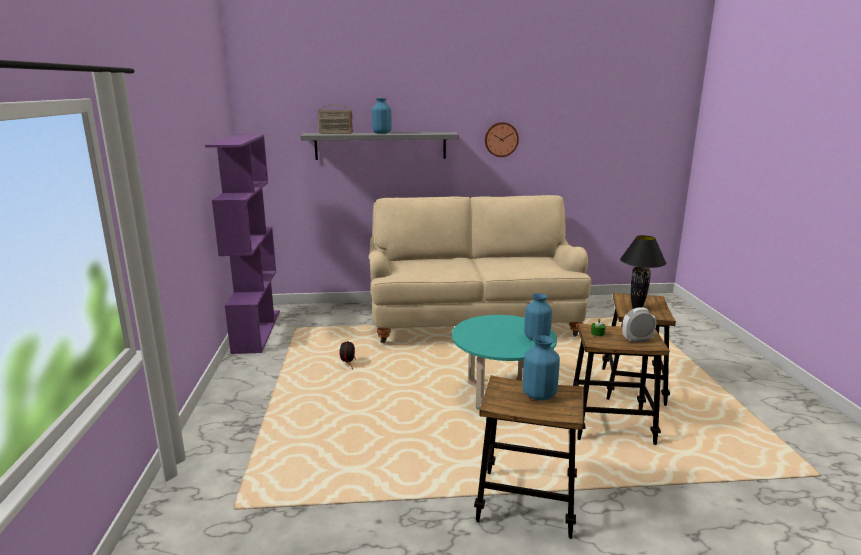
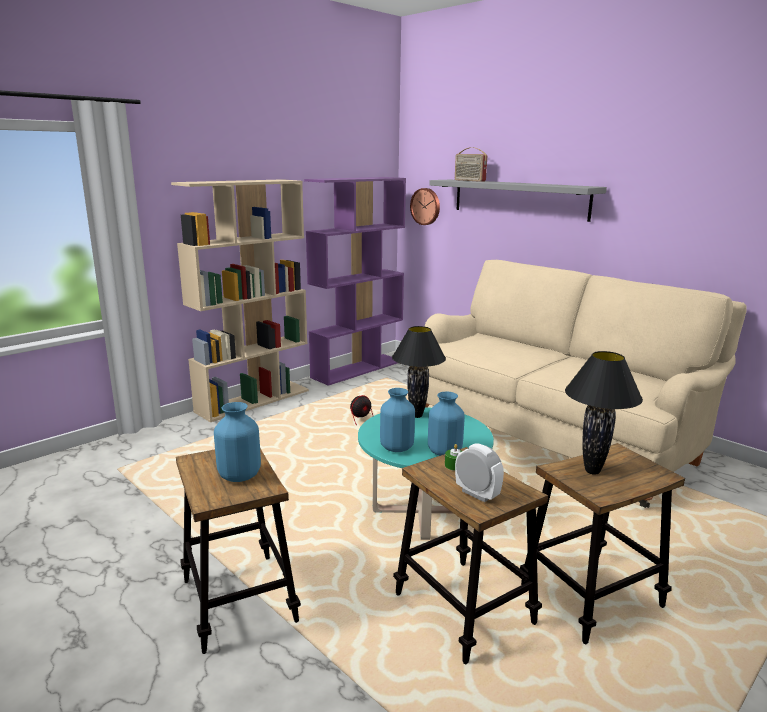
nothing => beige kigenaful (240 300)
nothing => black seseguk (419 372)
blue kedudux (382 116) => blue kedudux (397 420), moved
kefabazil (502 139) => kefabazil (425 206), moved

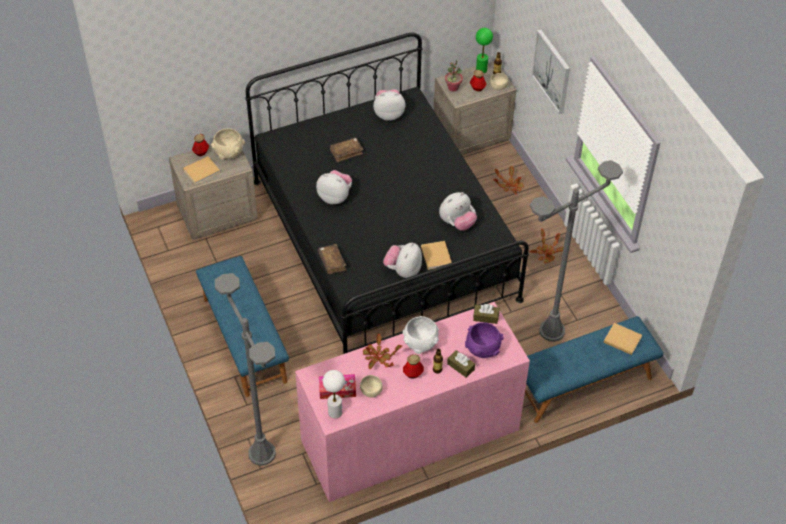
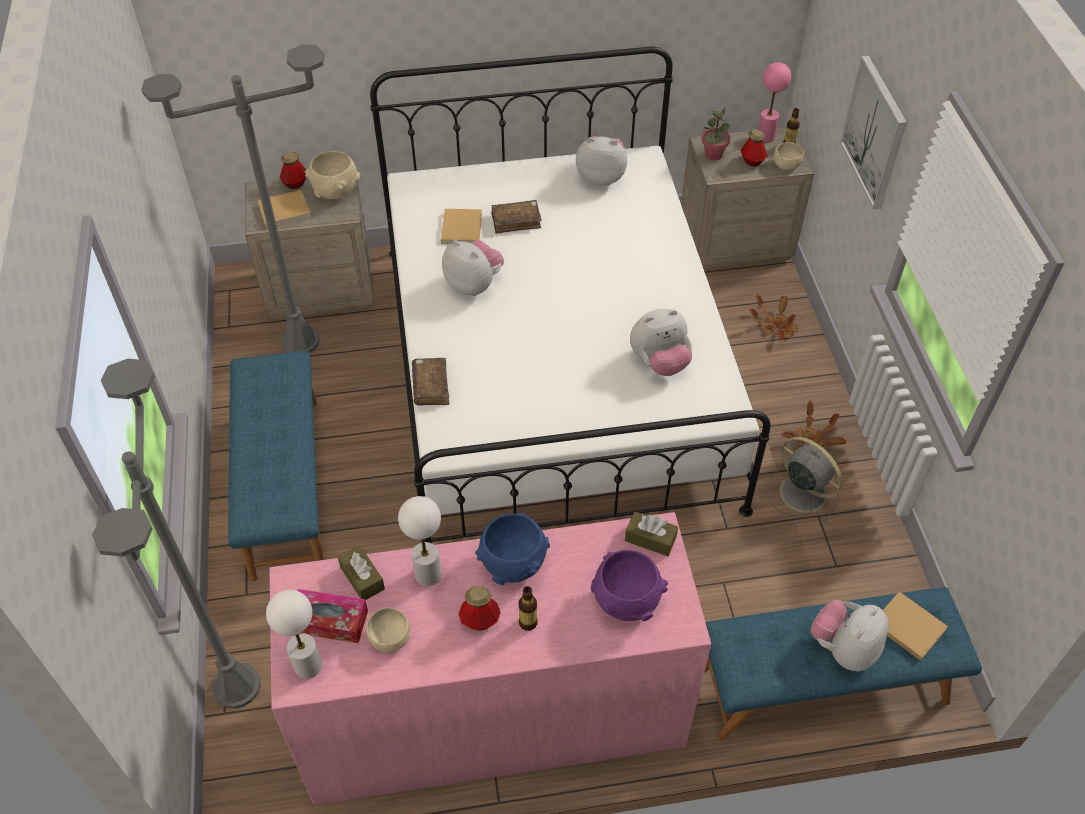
nothing => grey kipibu (804 479)
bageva (402 260) => bageva (849 635), moved
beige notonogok (436 255) => beige notonogok (461 226), moved
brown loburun (461 364) => brown loburun (361 572), moved
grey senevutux (576 251) => grey senevutux (232 199), moved
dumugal (382 351) => white seseguk (419 541)
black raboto (387 193) => white raboto (570 295)
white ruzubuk (421 335) => blue ruzubuk (512 549)
green seseguk (484 50) => pink seseguk (774 102)

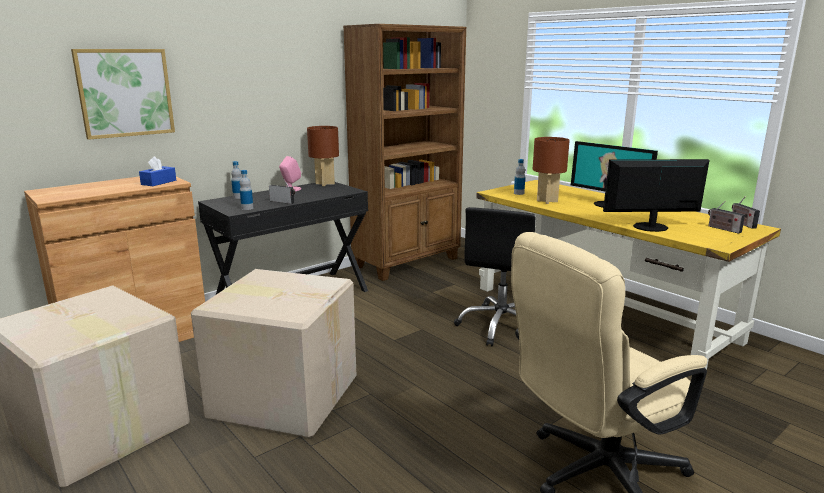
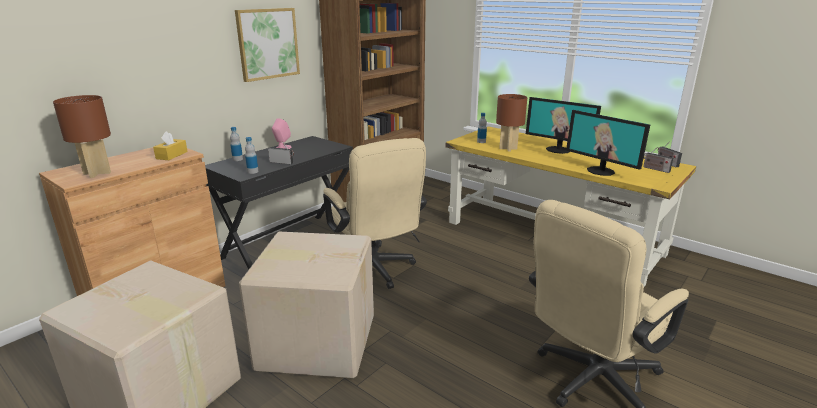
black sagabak (494 276) => nothing
nothing => beige sagabak (375 213)
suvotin (123 94) => suvotin (267 45), moved
brown seseguk (323 156) => brown seseguk (82 136), moved
blue loburun (157 171) => yellow loburun (170 145)
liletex (656 195) => liletex (608 143), 120 degrees counterclockwise

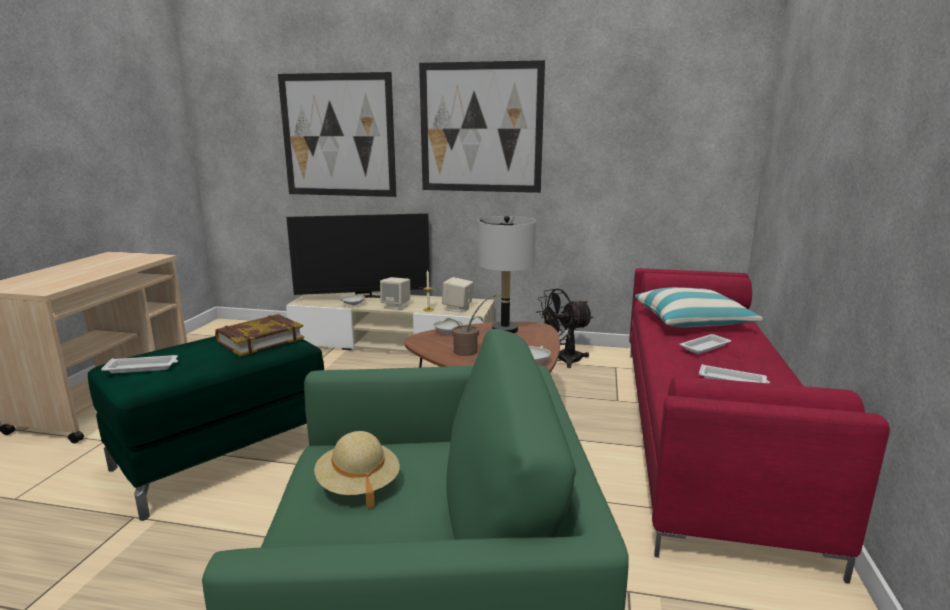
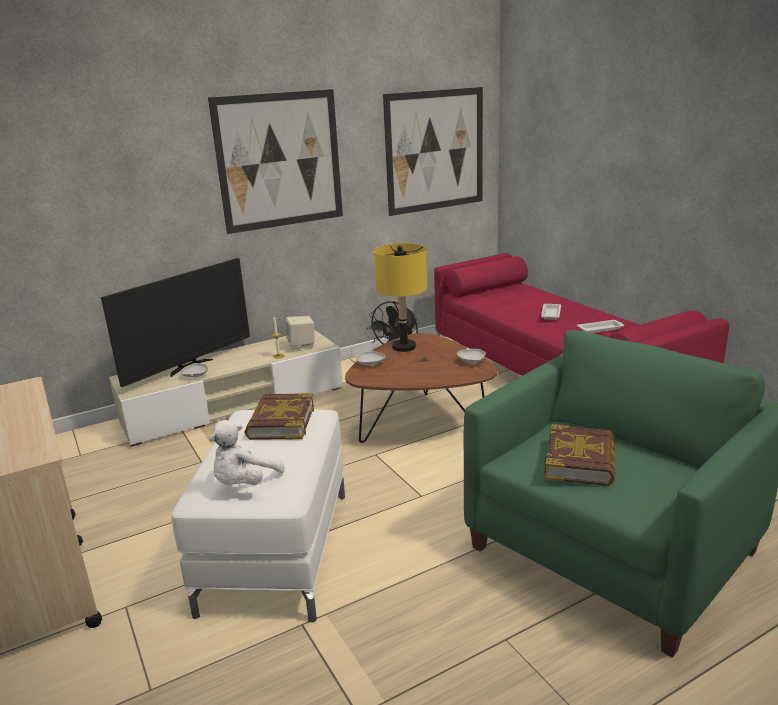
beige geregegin (395 293) => nothing
dumugal (474 325) => nothing
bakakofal (699 307) => nothing
suvotin (337 134) => suvotin (433 151), moved
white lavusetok (139 364) => white bageva (247 452)
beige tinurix (357 470) => notonogok (580 455)
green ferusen (206 428) => white ferusen (258 516)
grey seseguk (507 274) => yellow seseguk (400 297)

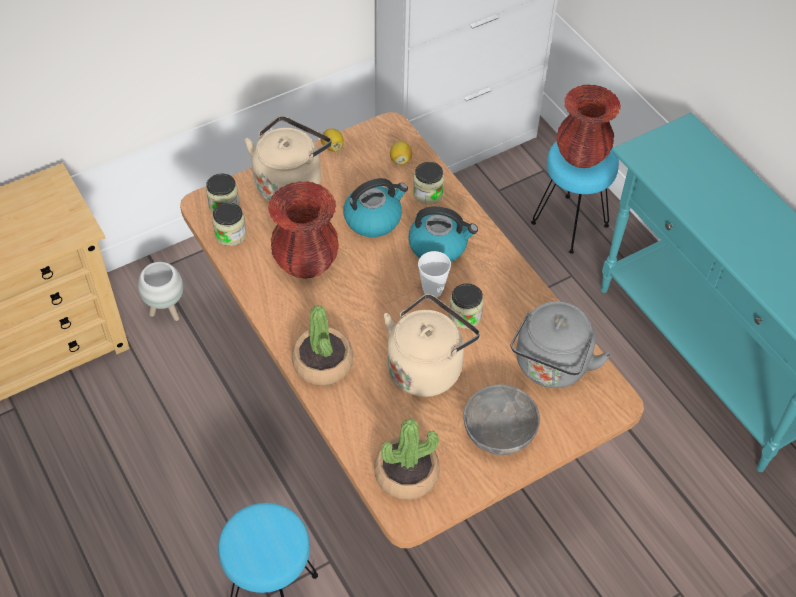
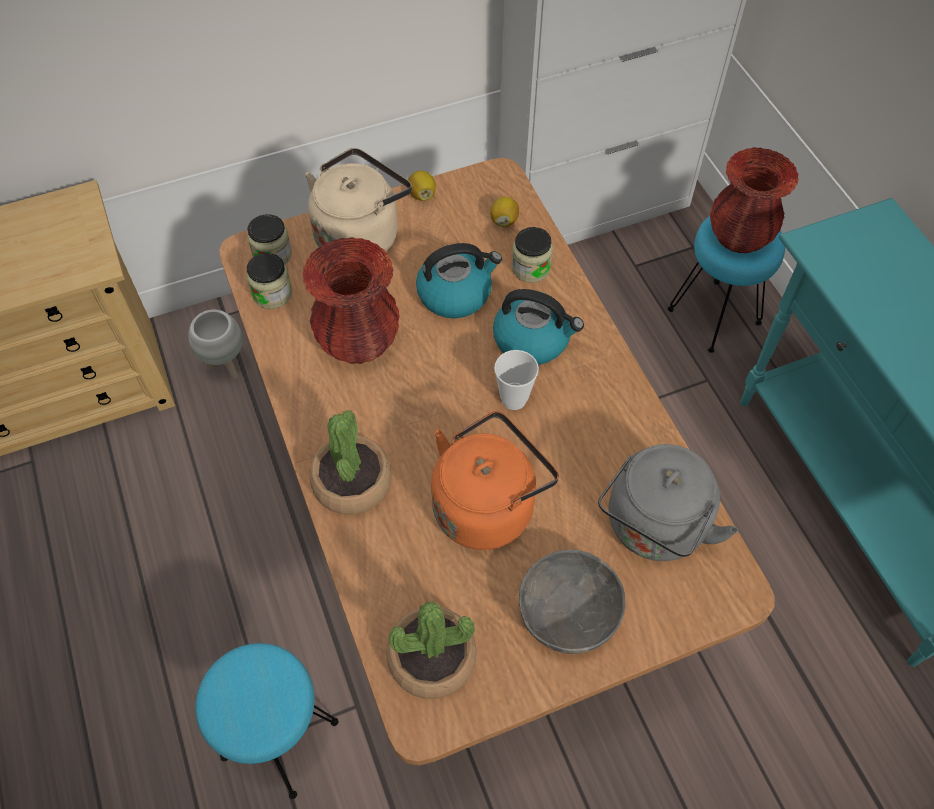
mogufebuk (466 306) => nothing
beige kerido (432 345) => orange kerido (495 480)

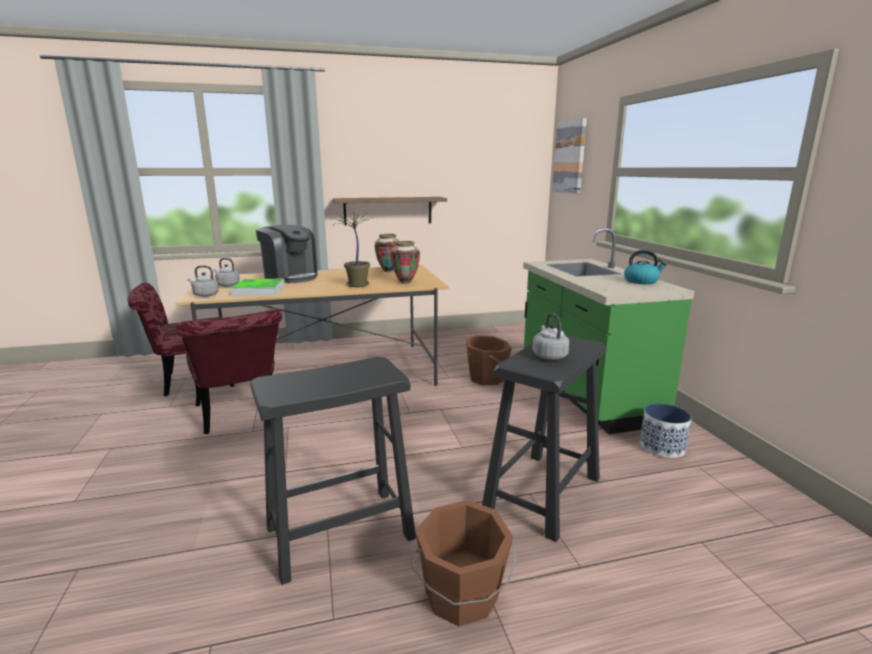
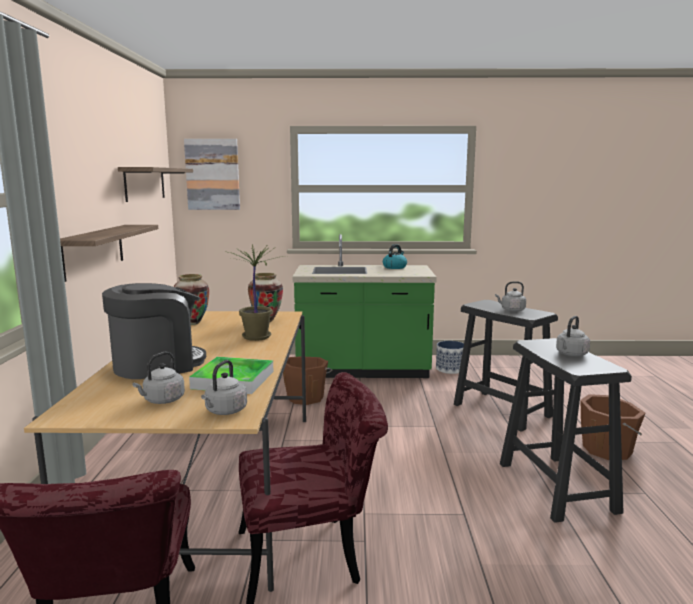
nothing => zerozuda (155 184)
nothing => grey kerido (573 336)

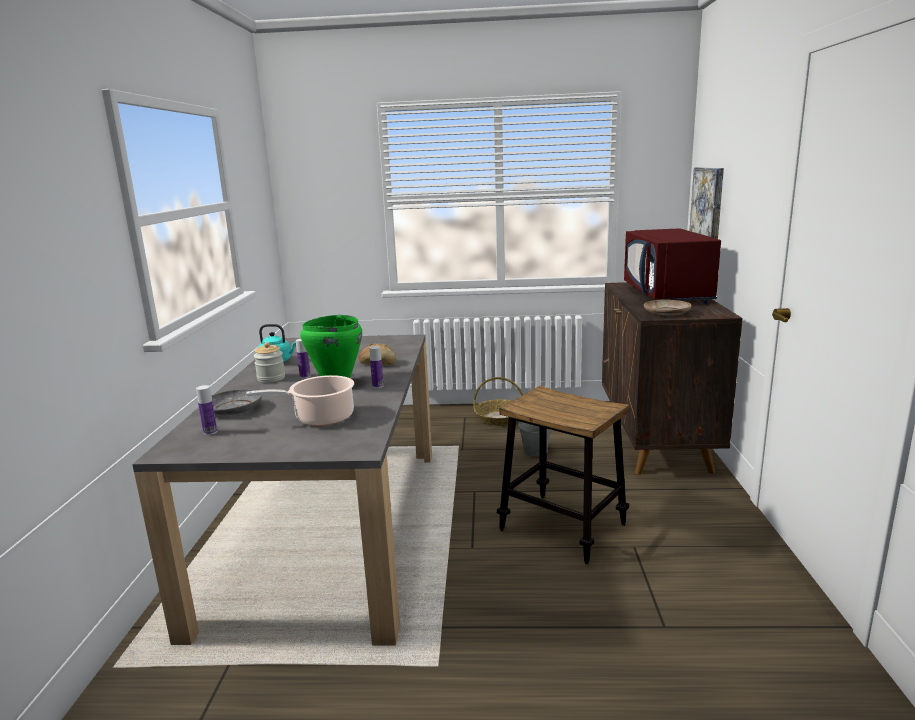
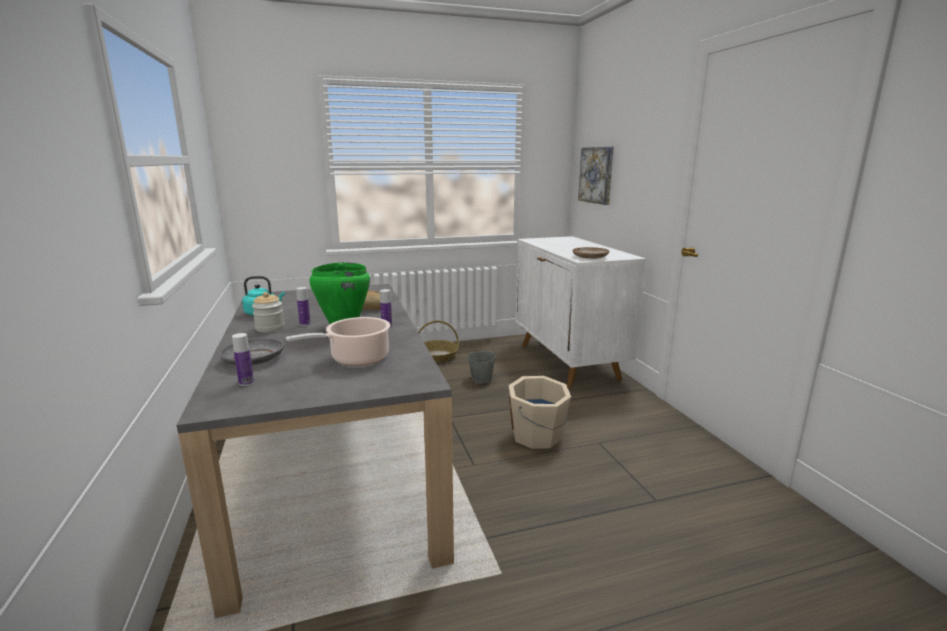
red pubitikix (672 266) => nothing
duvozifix (563 475) => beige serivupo (540 412)
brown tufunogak (672 378) => white tufunogak (580 312)

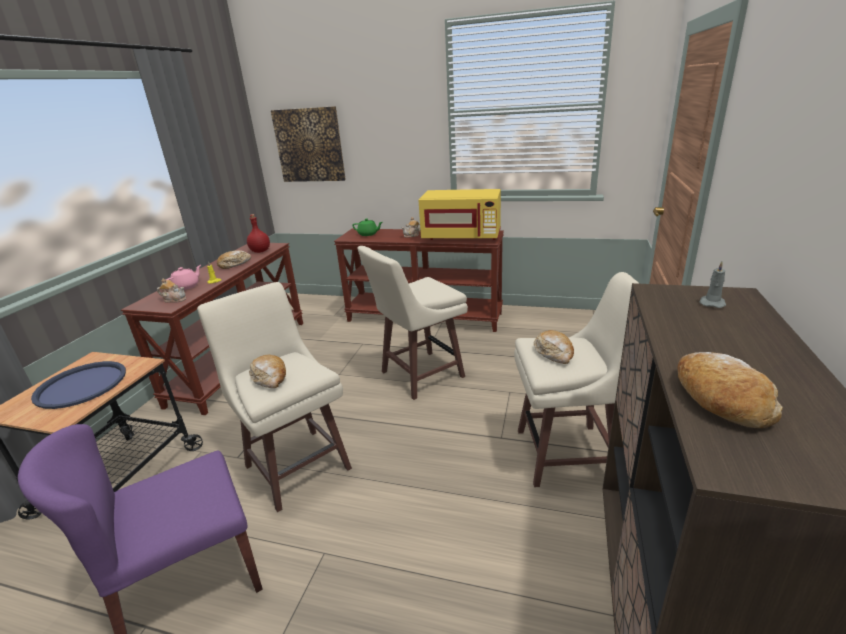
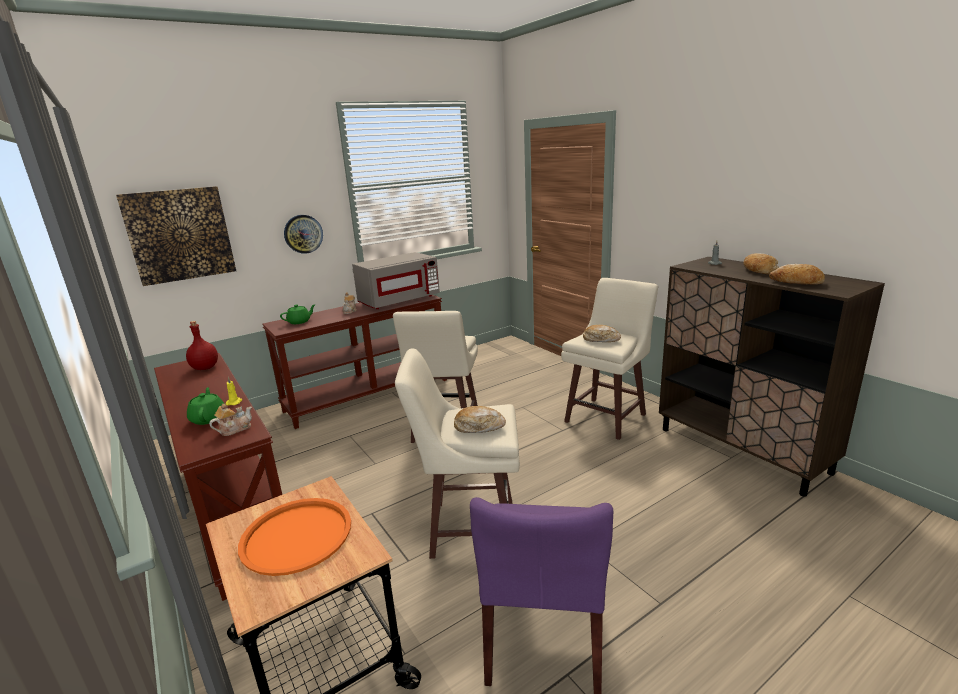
nothing => kefabazil (303 234)
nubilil (234 259) => nubilil (761 264), moved
blue lavusetok (78 385) => orange lavusetok (294 537)
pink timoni (183 277) => green timoni (205 406)
yellow pubitikix (459 214) => grey pubitikix (396 280)

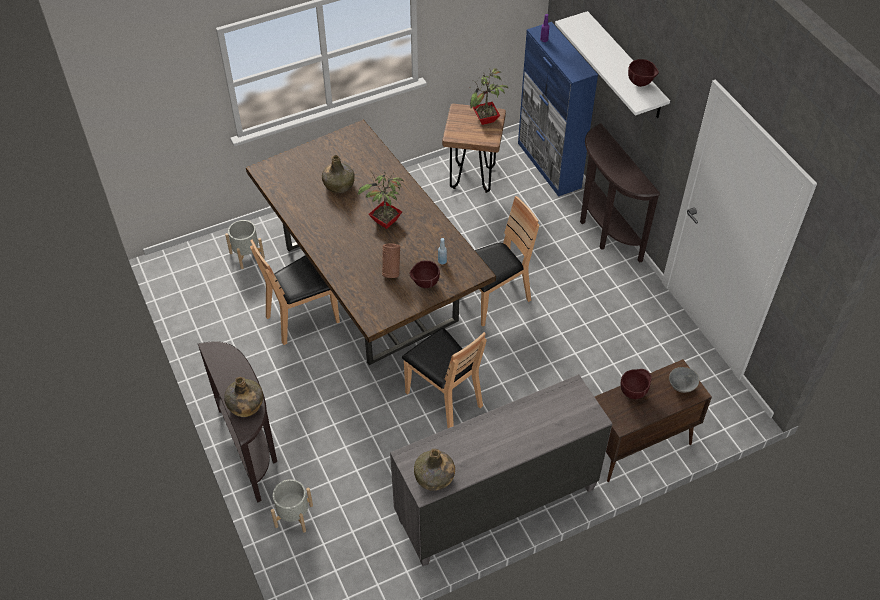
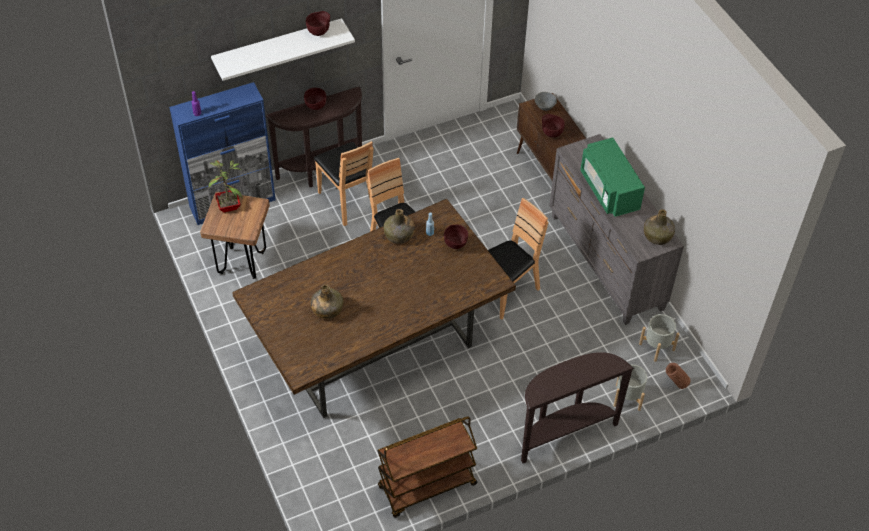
dumugal (380 200) => nothing
nothing => brown ruzubuk (315 99)
nothing => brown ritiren (427 466)
nothing => green pubitikix (612 177)
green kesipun (243 397) => green kesipun (399 226), moved
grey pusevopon (245 244) => grey pusevopon (659 338), moved
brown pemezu (295 292) => brown pemezu (344 183), moved
brown kedudux (391 260) => brown kedudux (678 376), moved

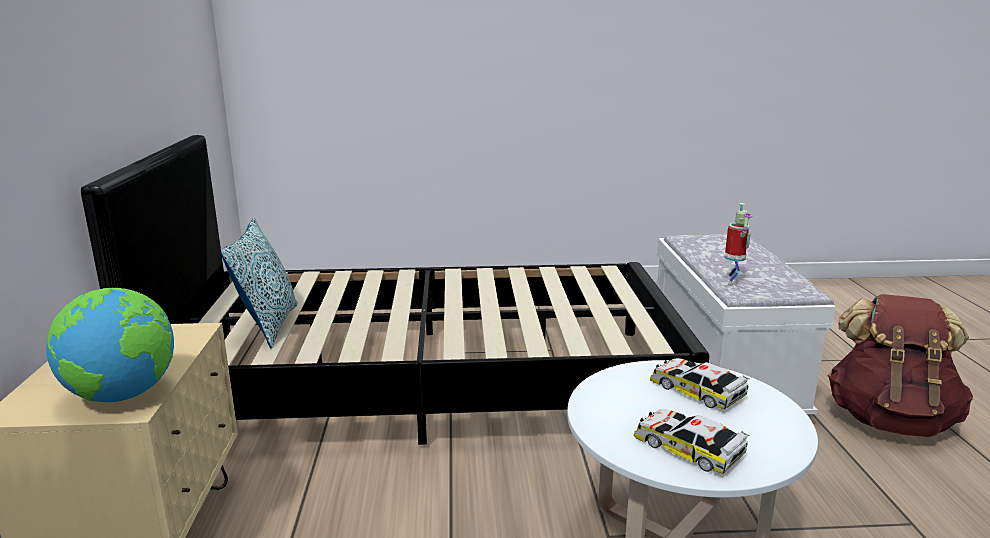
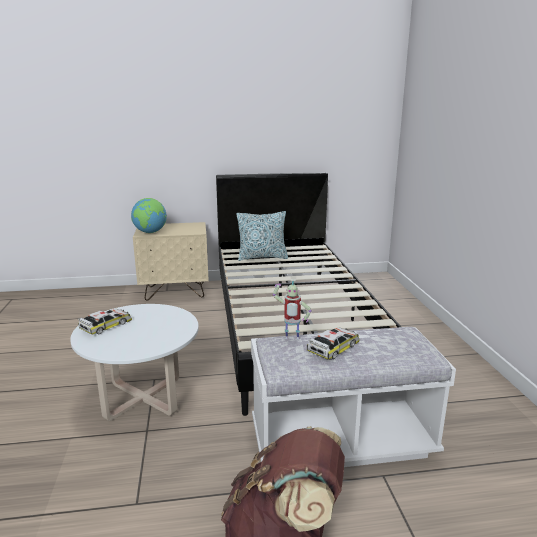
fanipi (700 383) => fanipi (333 343), moved

